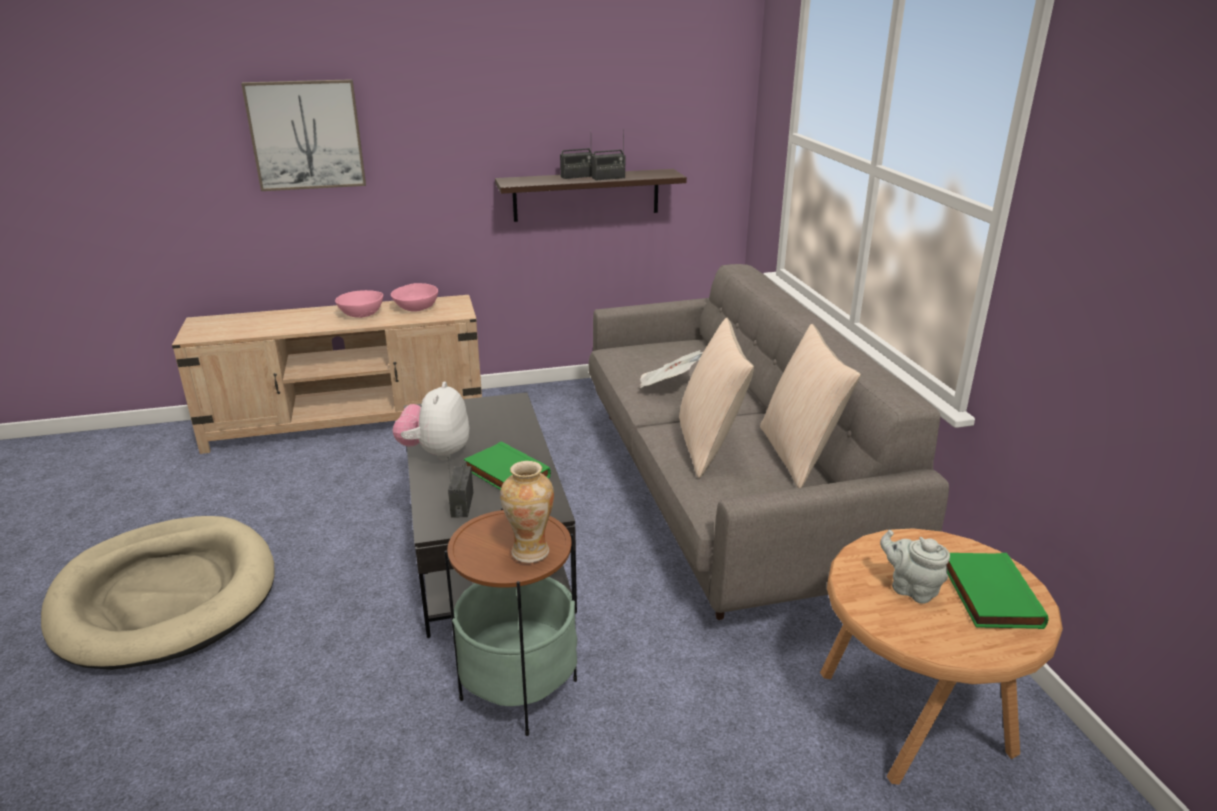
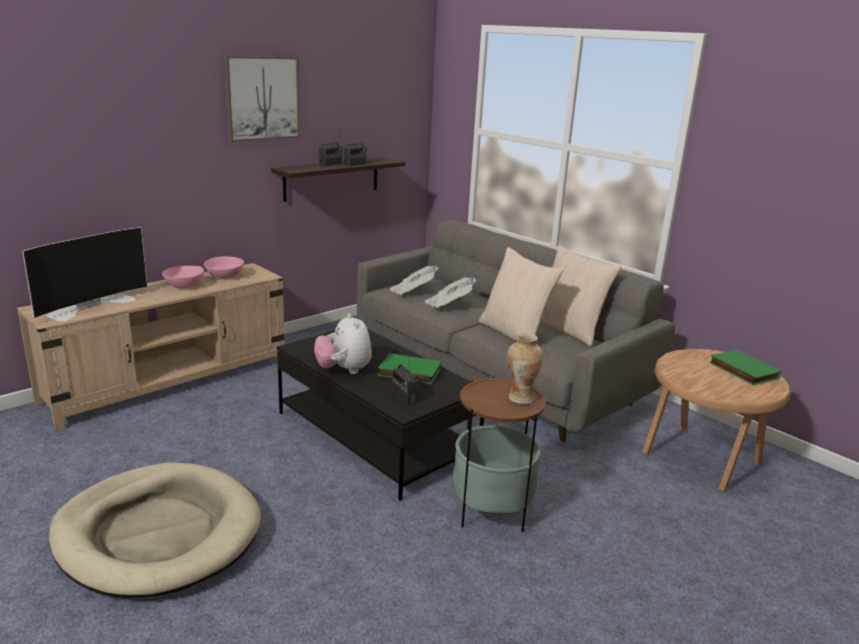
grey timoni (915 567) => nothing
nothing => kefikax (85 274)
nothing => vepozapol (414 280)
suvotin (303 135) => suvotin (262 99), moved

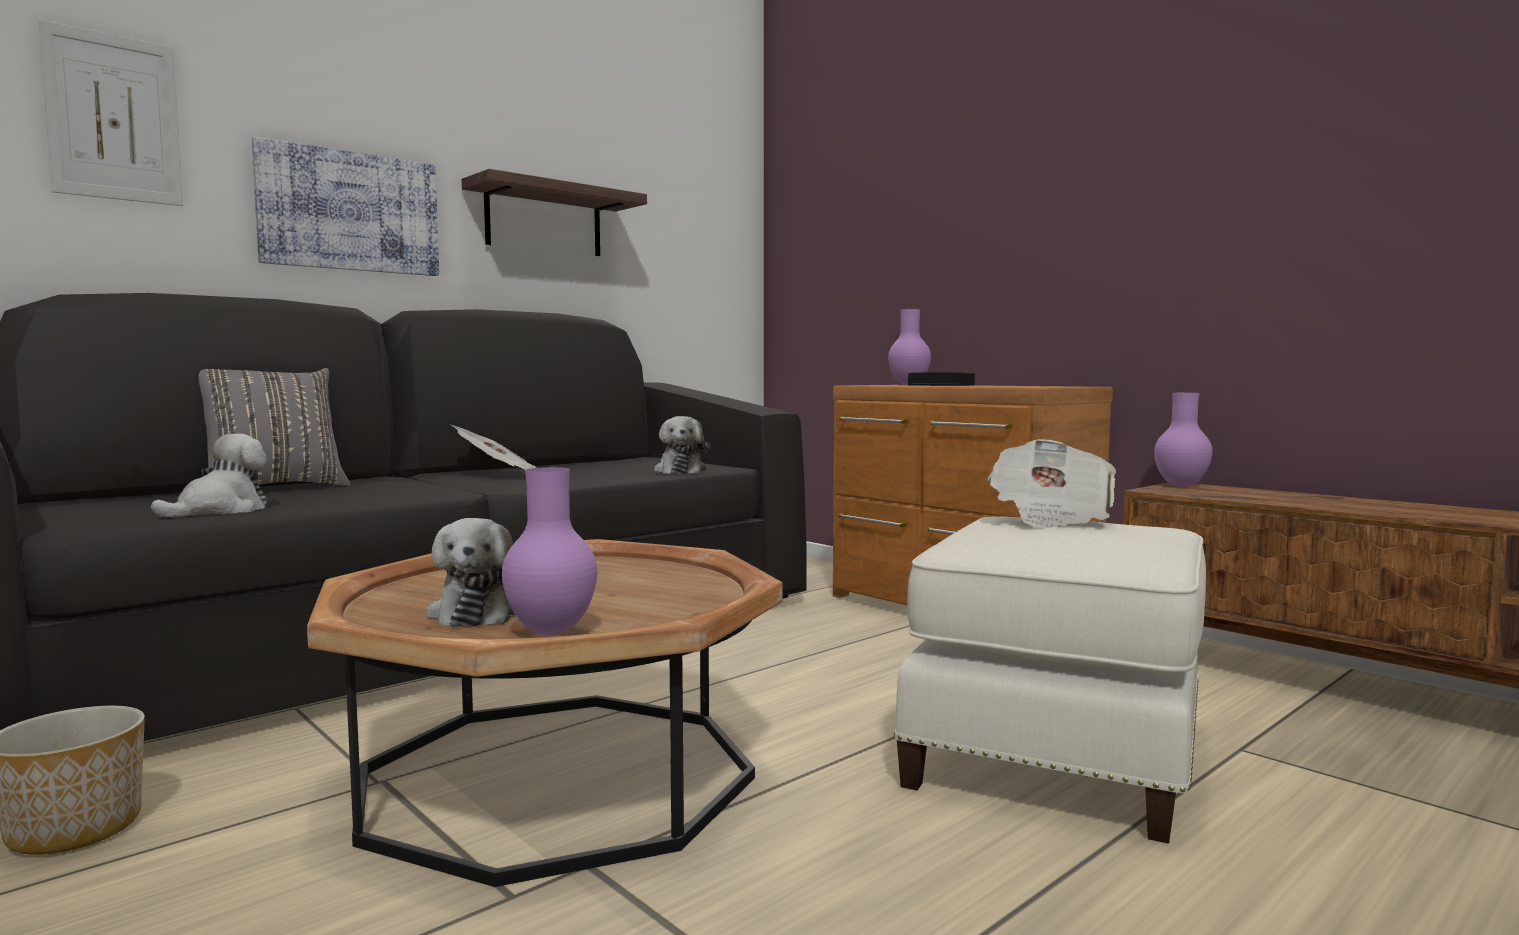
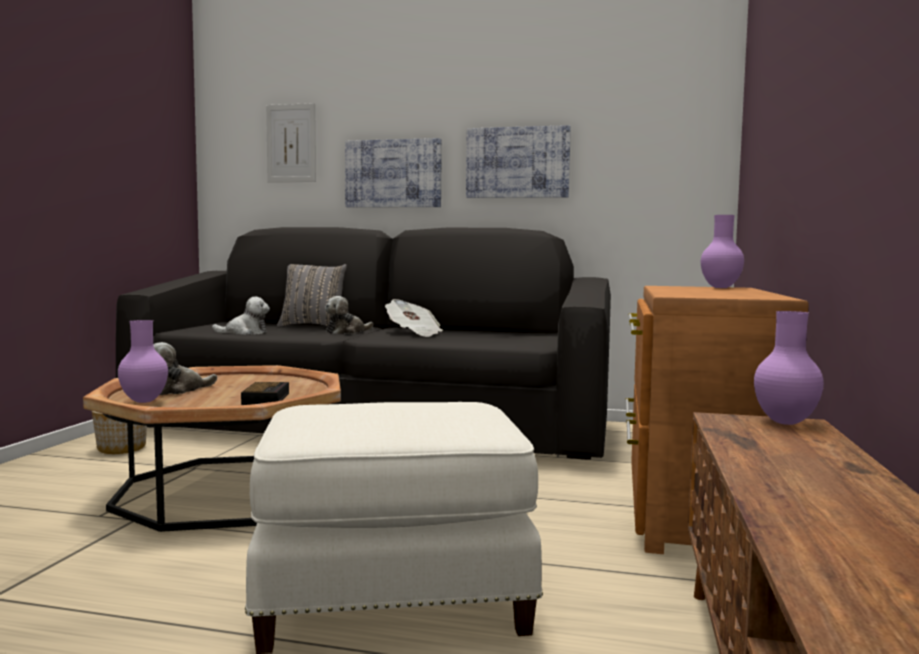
vepozapol (1052 483) => nothing
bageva (682 445) => bageva (349 315), moved
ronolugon (941 379) => ronolugon (265 393), moved
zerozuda (554 212) => suvotin (518 161)

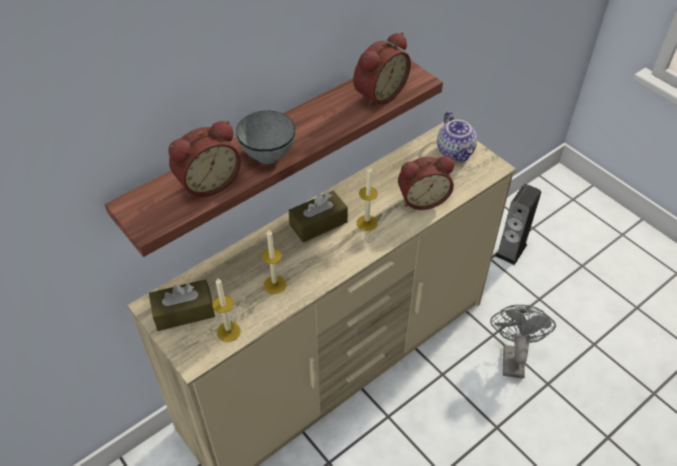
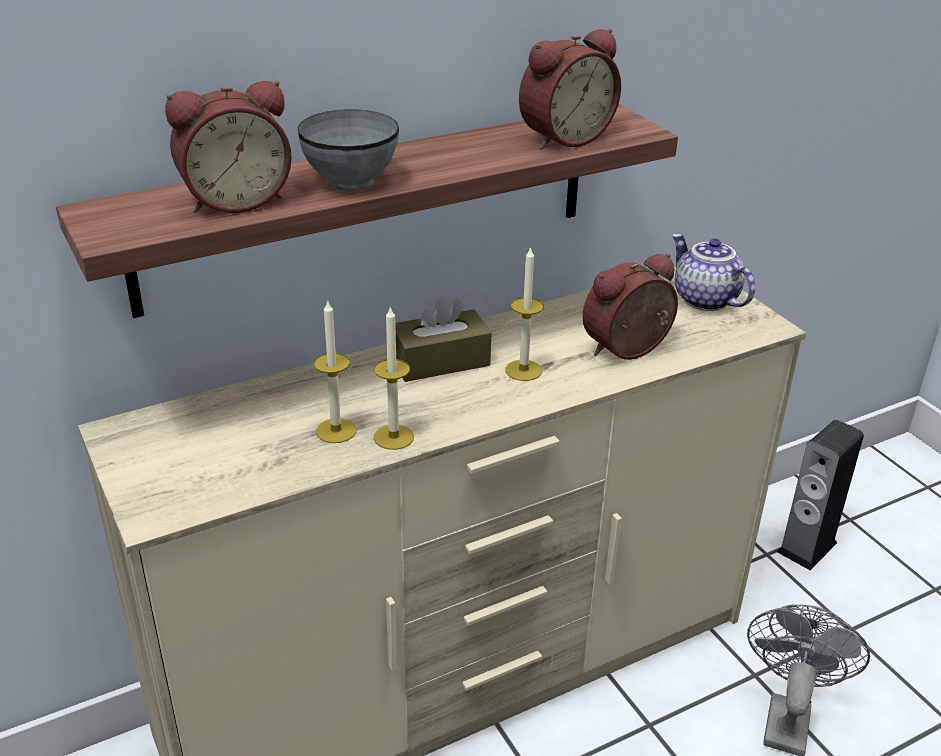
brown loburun (182 305) => nothing
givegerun (226 310) => givegerun (394 378), moved
ronolugon (426 183) => ronolugon (630 306), 150 degrees clockwise
timoni (457 136) => timoni (713 272), 150 degrees clockwise

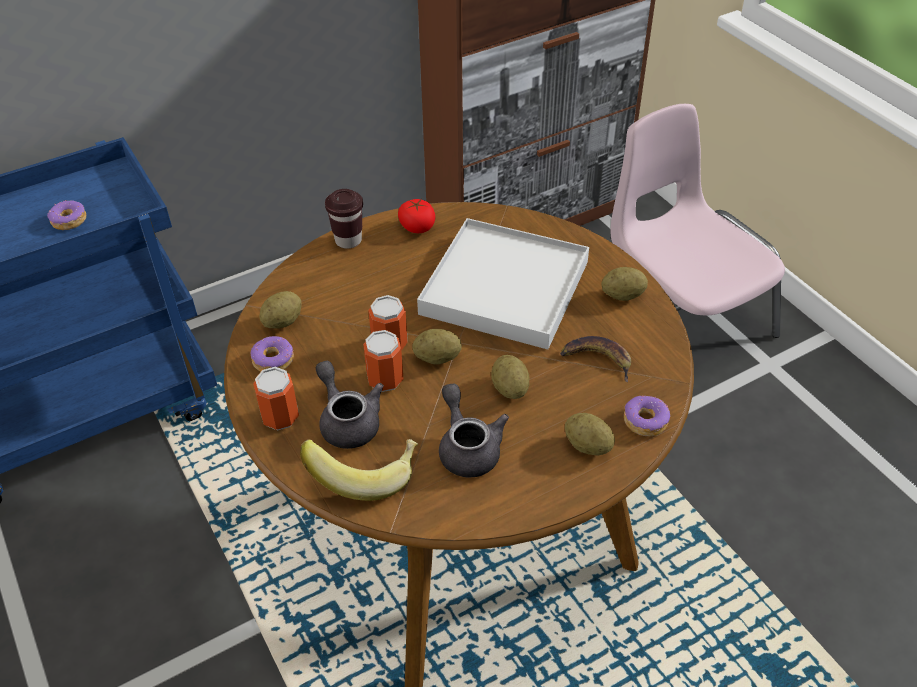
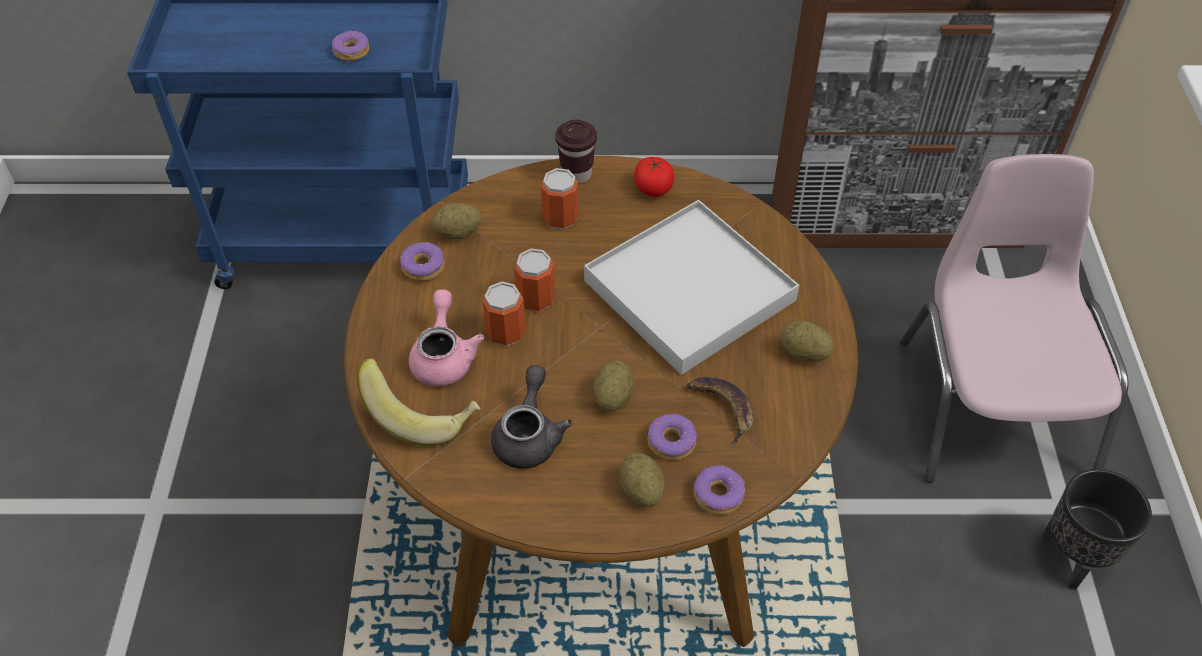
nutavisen (437 346) => nothing
nothing => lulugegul (672 437)
nothing => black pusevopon (1096 529)
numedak (276 398) => numedak (560 198), moved
grey timoni (350 405) => pink timoni (446 338)

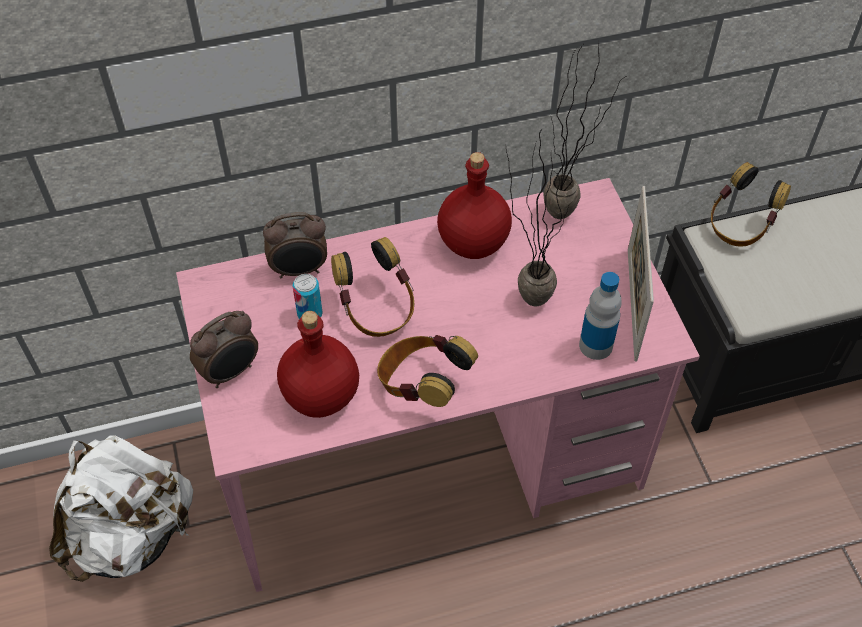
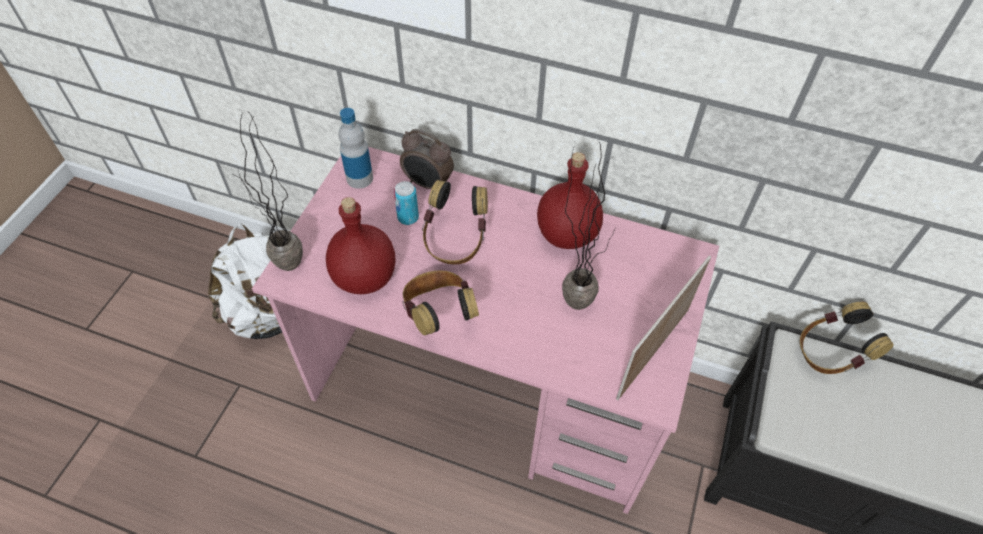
ronolugon (224 349) => nothing
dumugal (584 130) => dumugal (267 192), moved
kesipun (600 316) => kesipun (355 148), moved

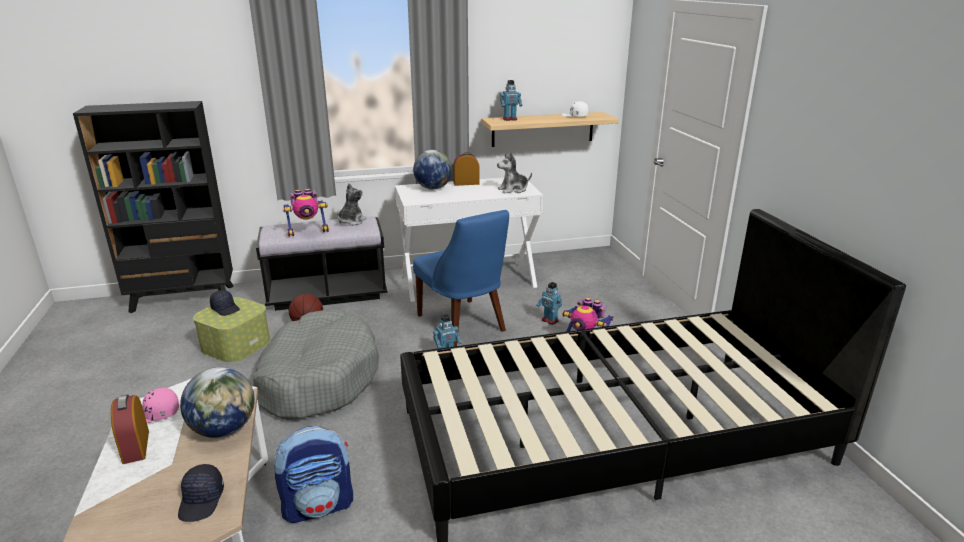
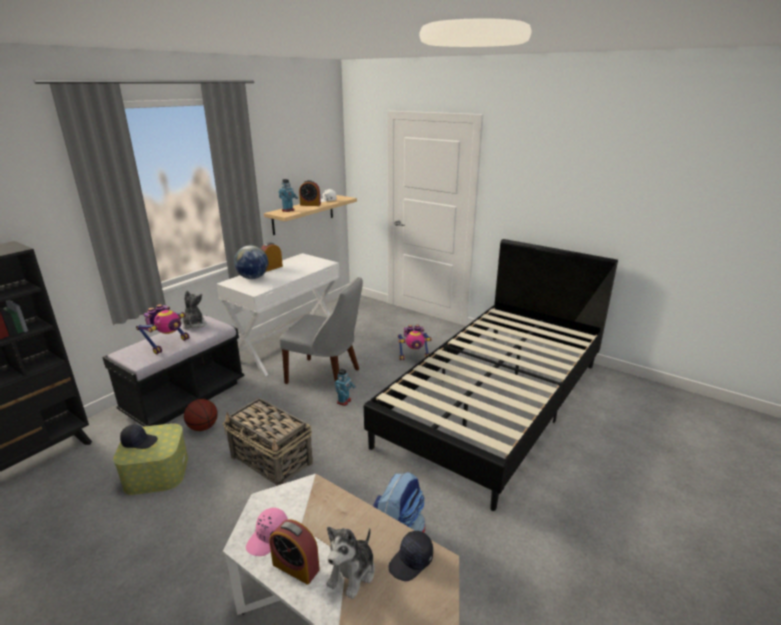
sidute (217 402) => nothing
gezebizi (549 303) => nothing
nothing => ronolugon (310 193)
bageva (514 173) => bageva (351 563), moved
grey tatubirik (316 364) => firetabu (268 442)
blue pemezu (461 278) => grey pemezu (321 335)
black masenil (201 493) => black masenil (410 556), 90 degrees clockwise

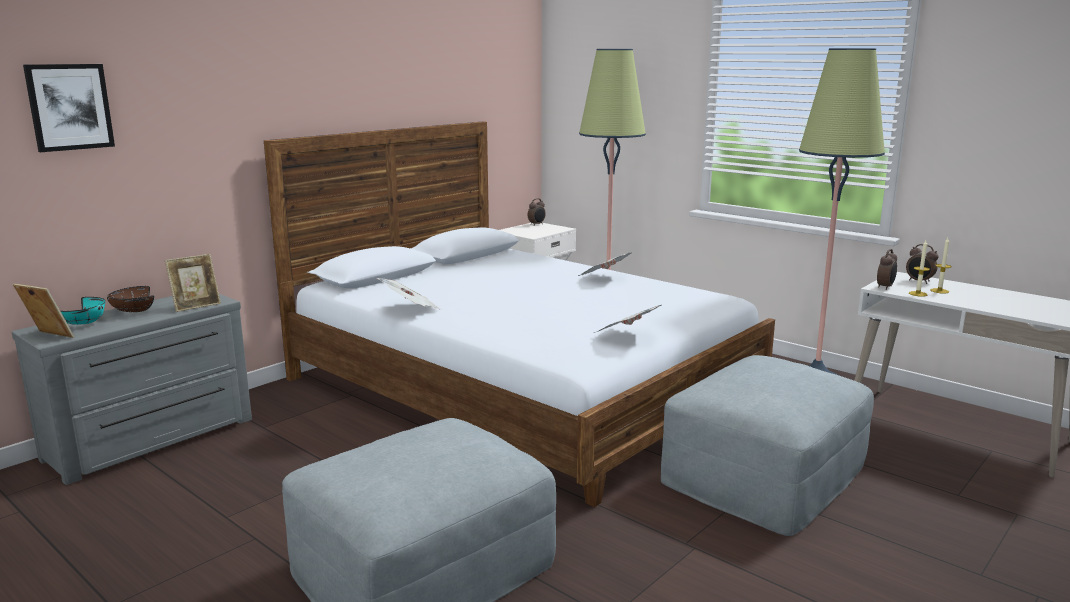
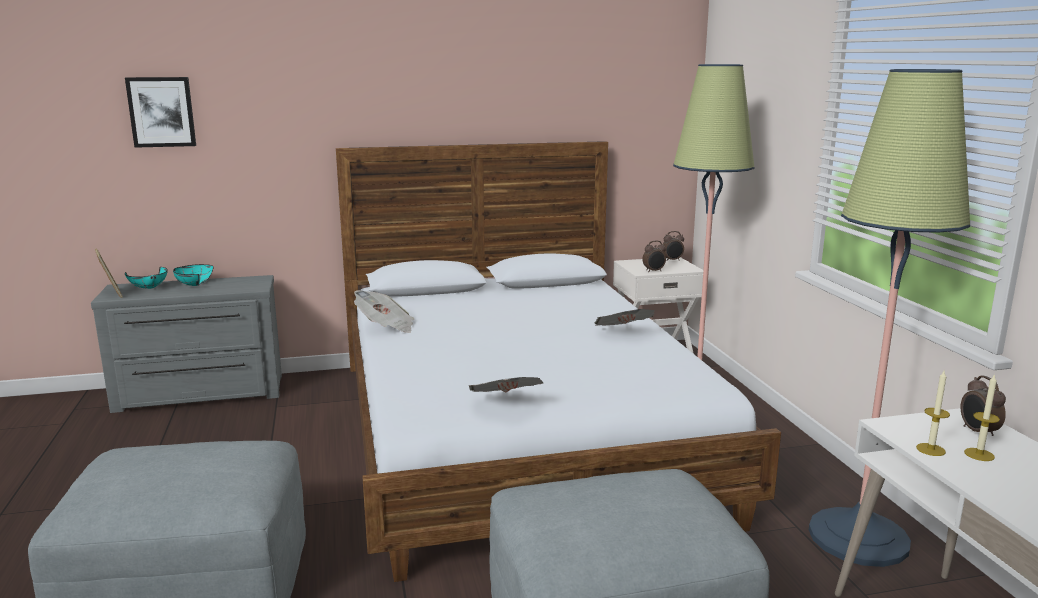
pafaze (193 283) => nothing
ronolugon (887 269) => ronolugon (654 256), moved
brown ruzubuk (130 299) => turquoise ruzubuk (193 275)

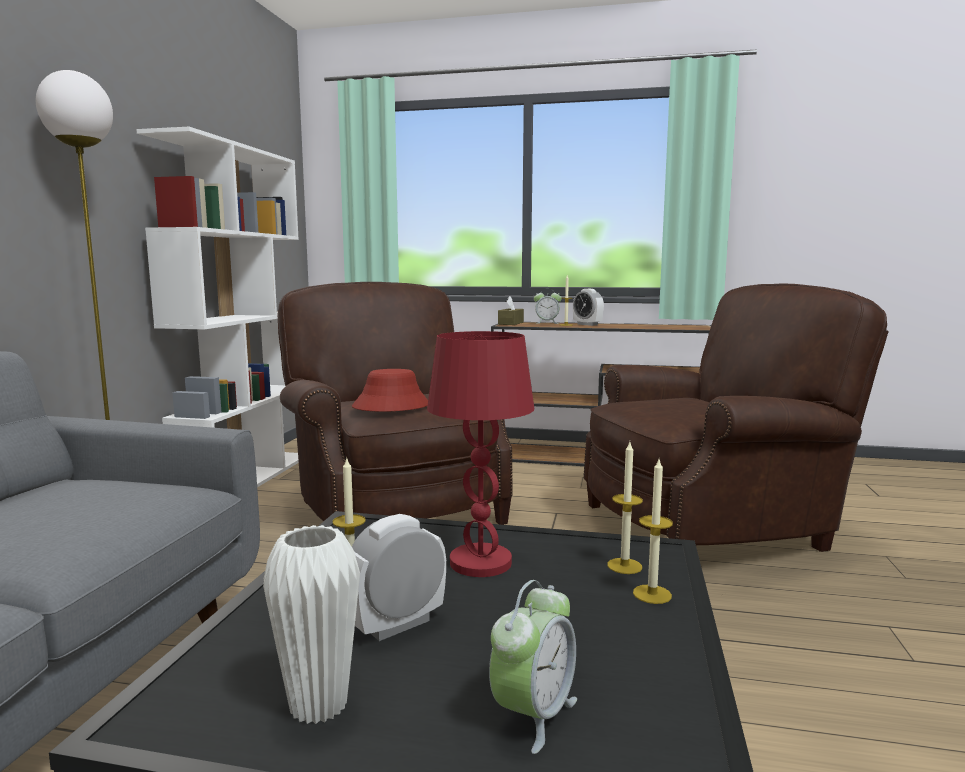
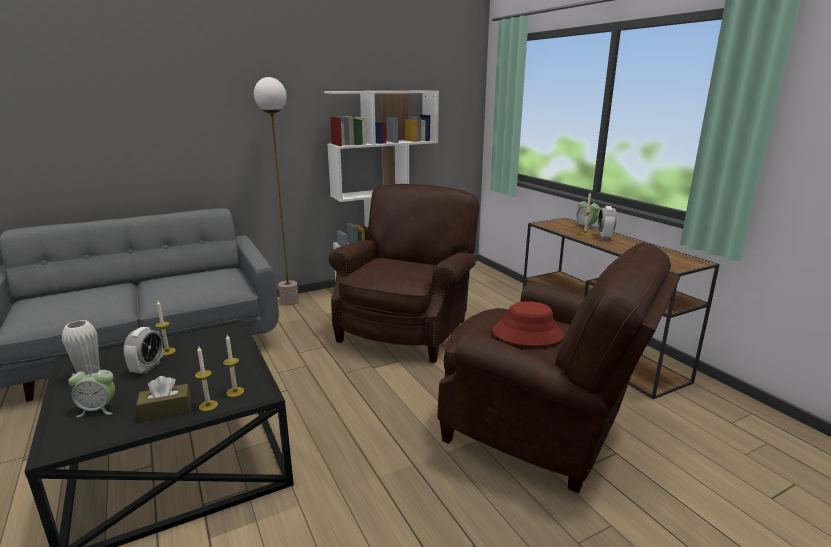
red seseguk (480 454) => nothing
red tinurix (390 390) => red tinurix (528 323), moved
brown loburun (511 310) => brown loburun (163 399), moved
ronolugon (399 577) => ronolugon (143 350), 90 degrees clockwise

